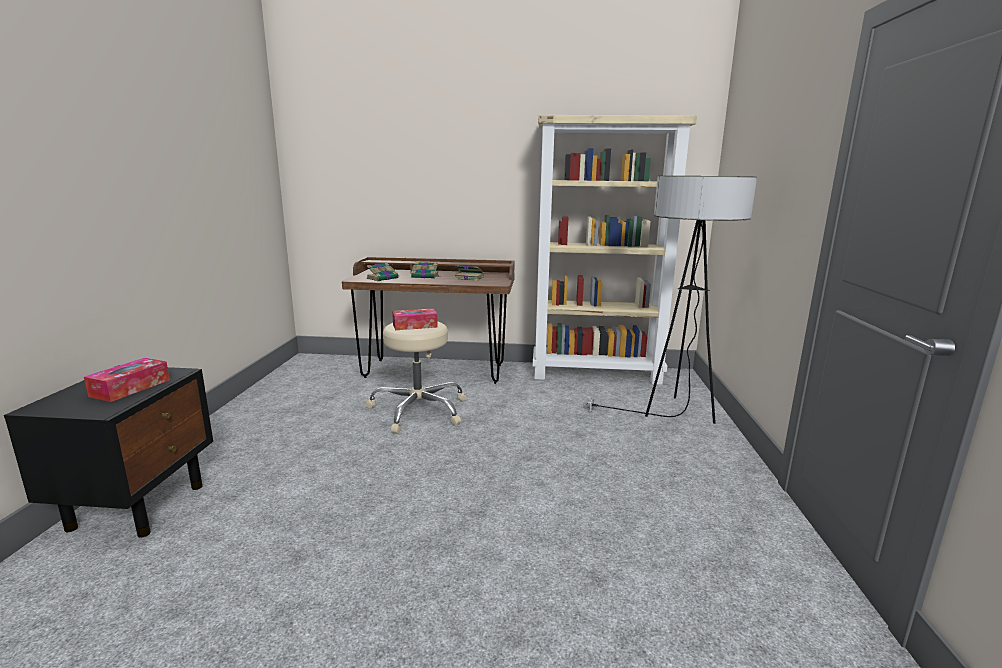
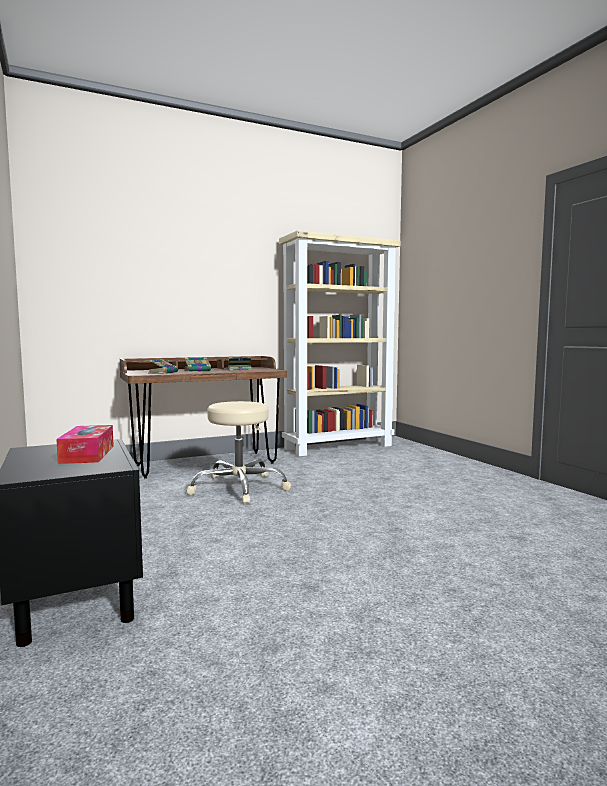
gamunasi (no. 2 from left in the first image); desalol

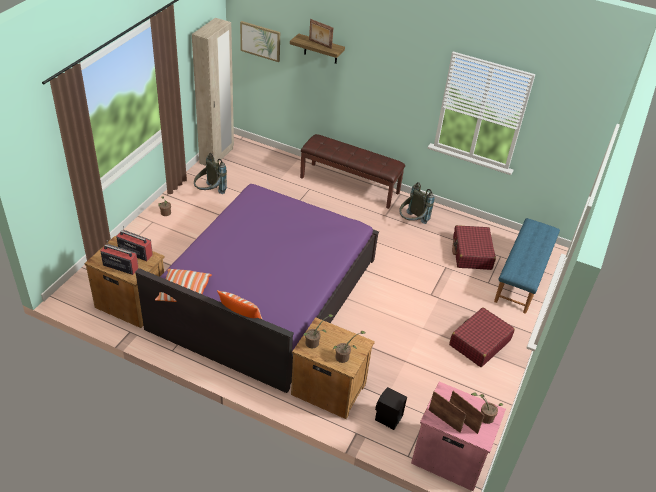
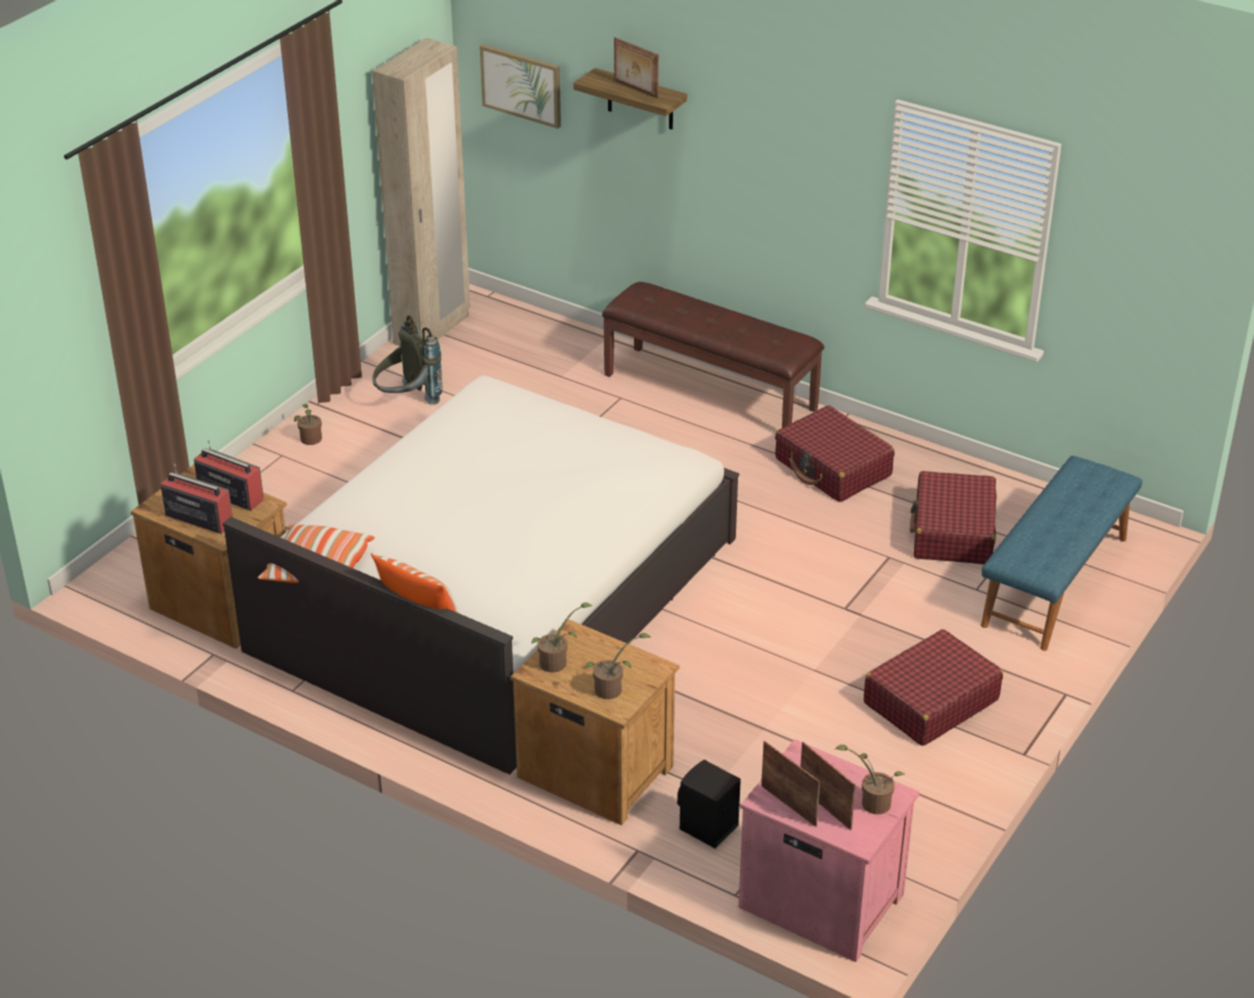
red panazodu (no. 1 from left); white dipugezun

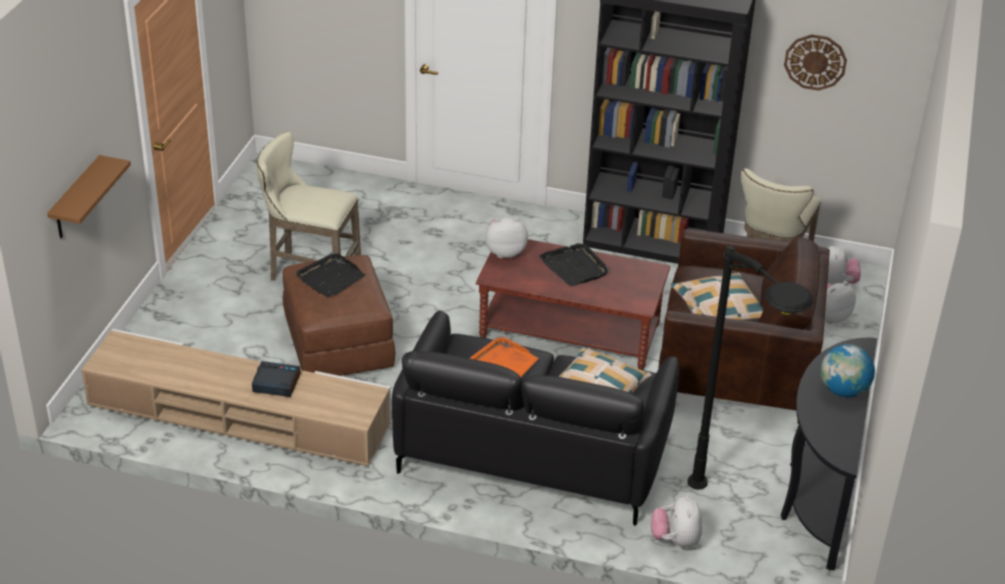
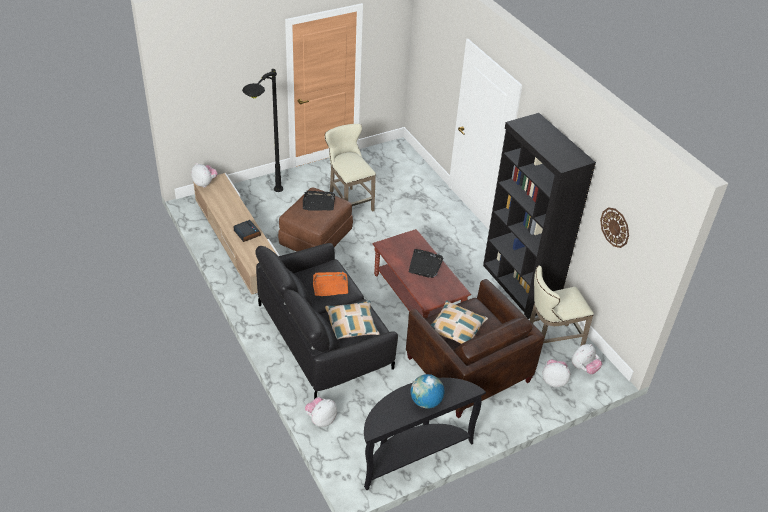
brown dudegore; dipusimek (no. 1 from left); black desalol

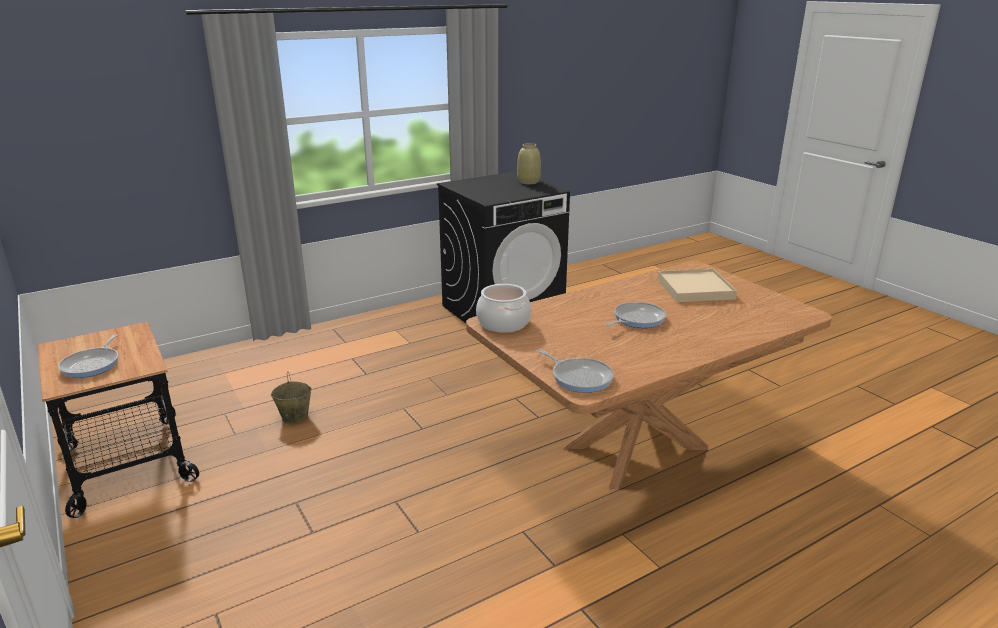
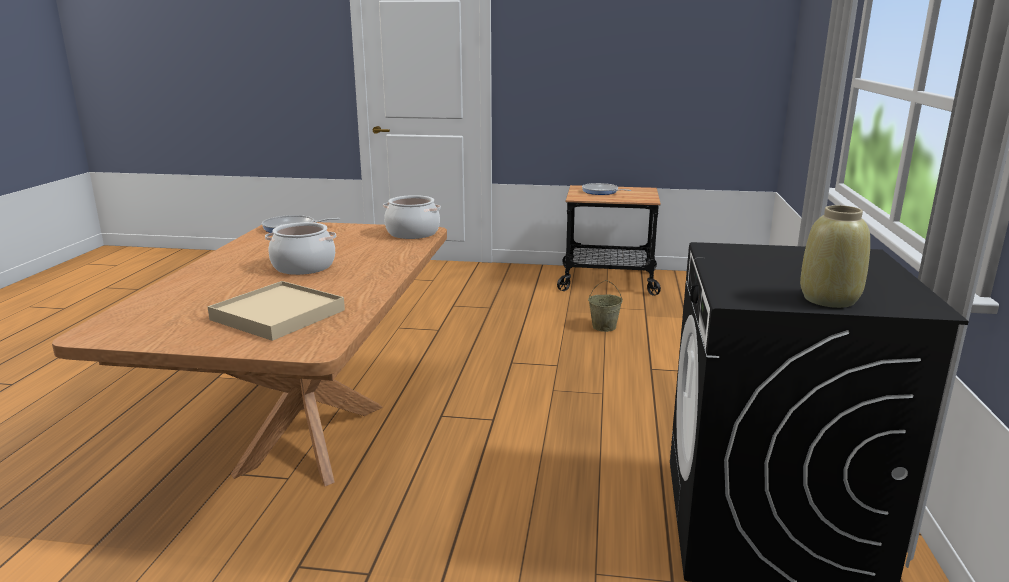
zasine (no. 1 from left)

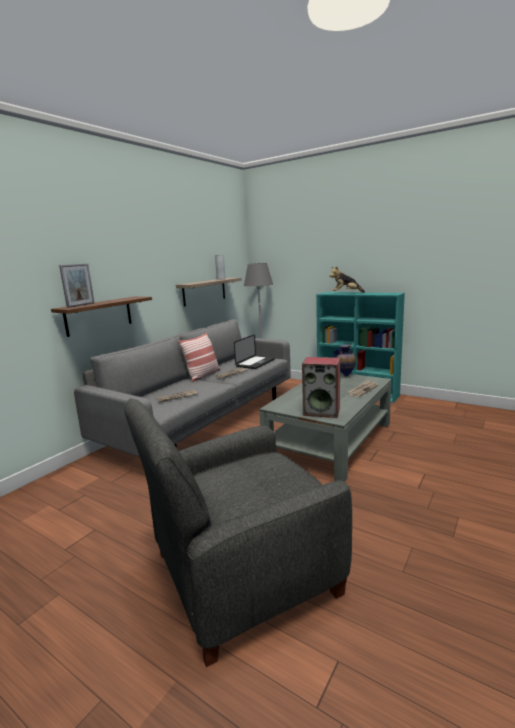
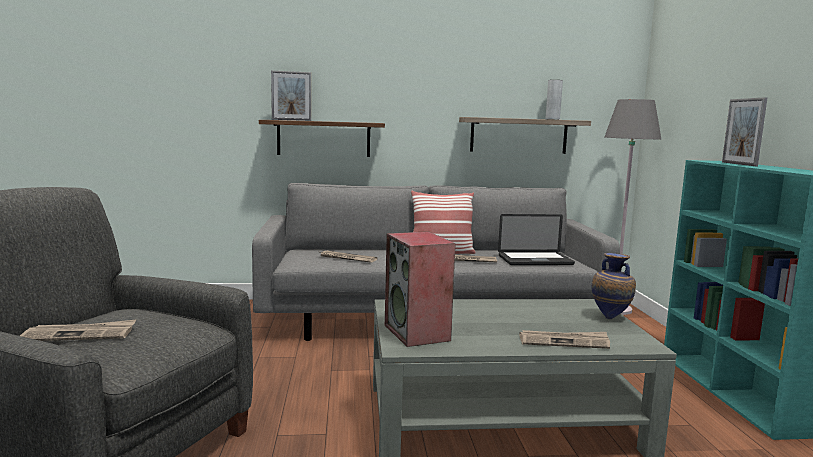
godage (no. 1 from left); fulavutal (no. 2 from left)

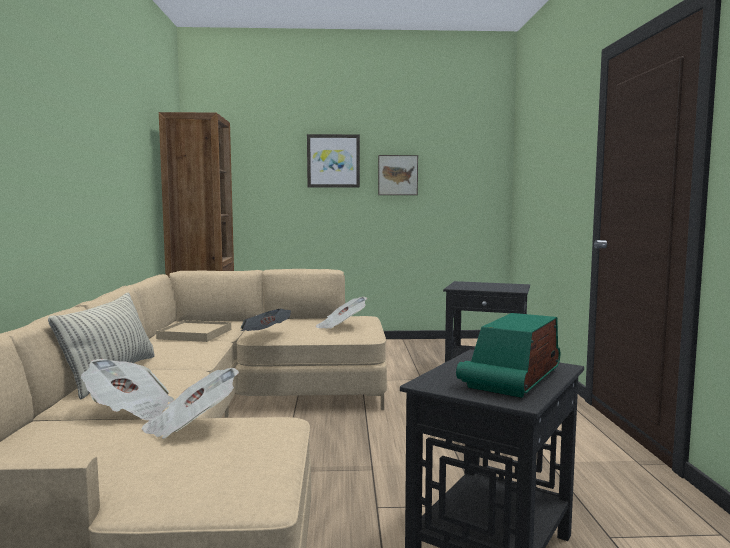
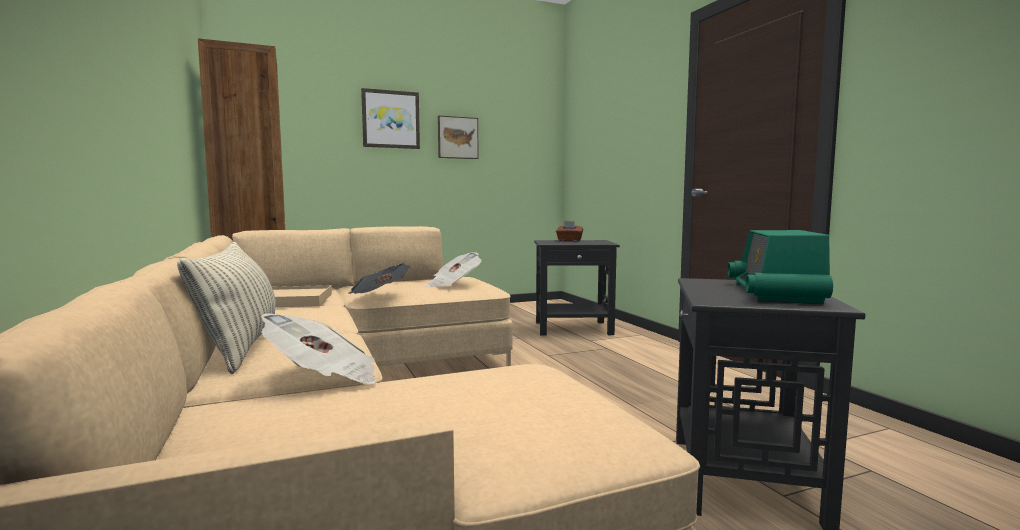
godage (no. 2 from left in the first image); brown gamunasi

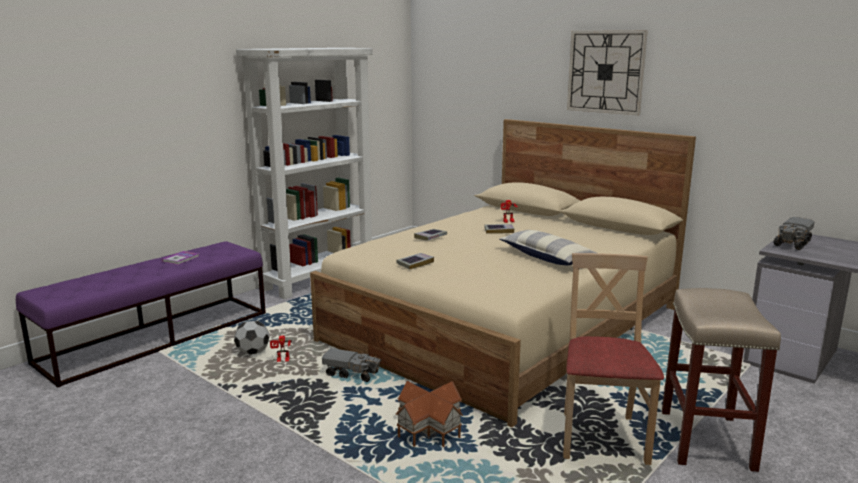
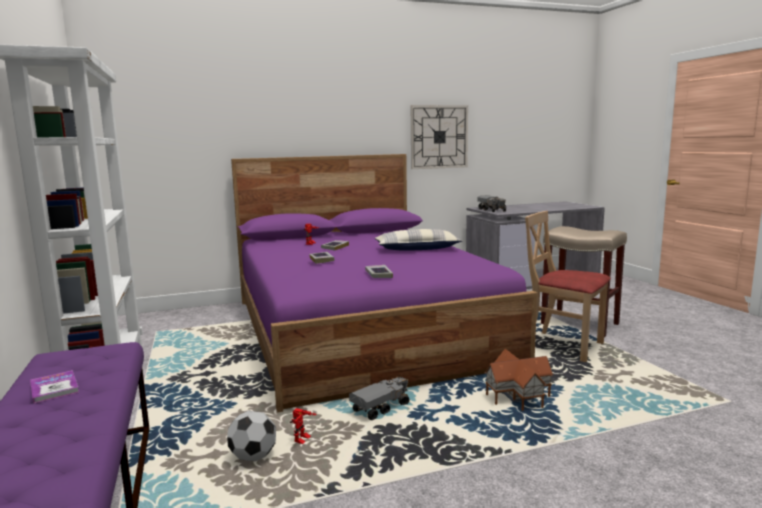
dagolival; purple dipugezun

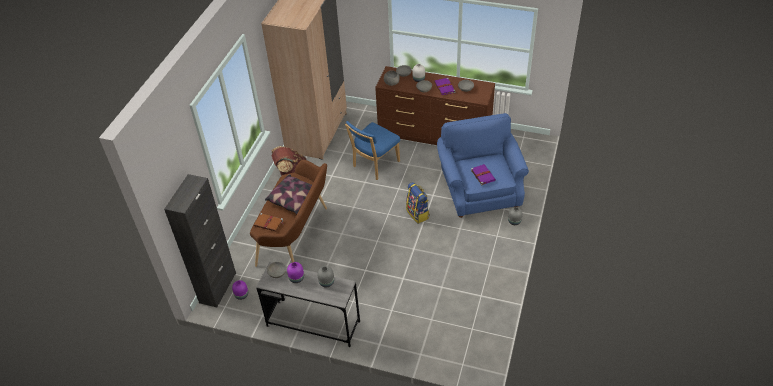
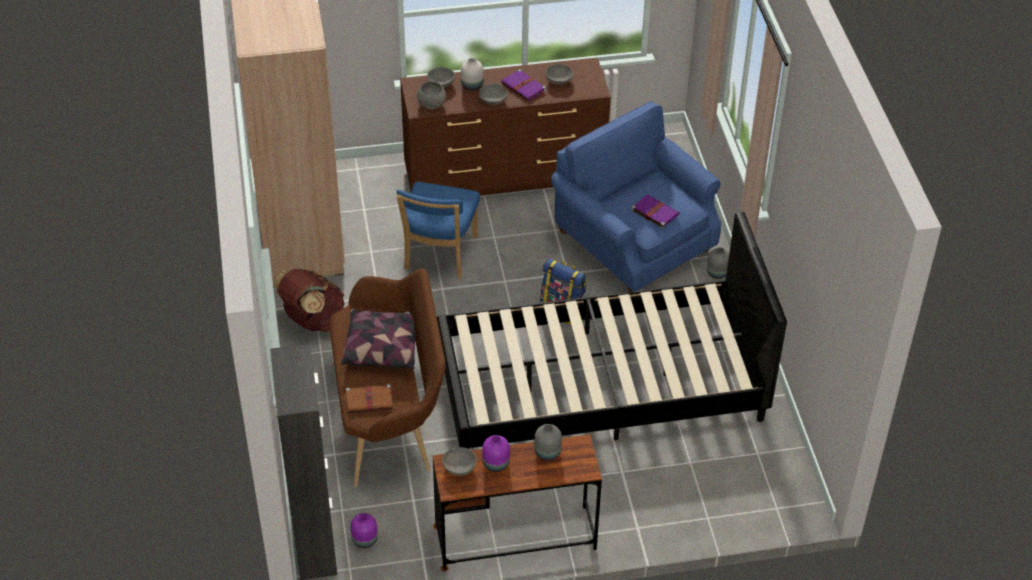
black dipugezun; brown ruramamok

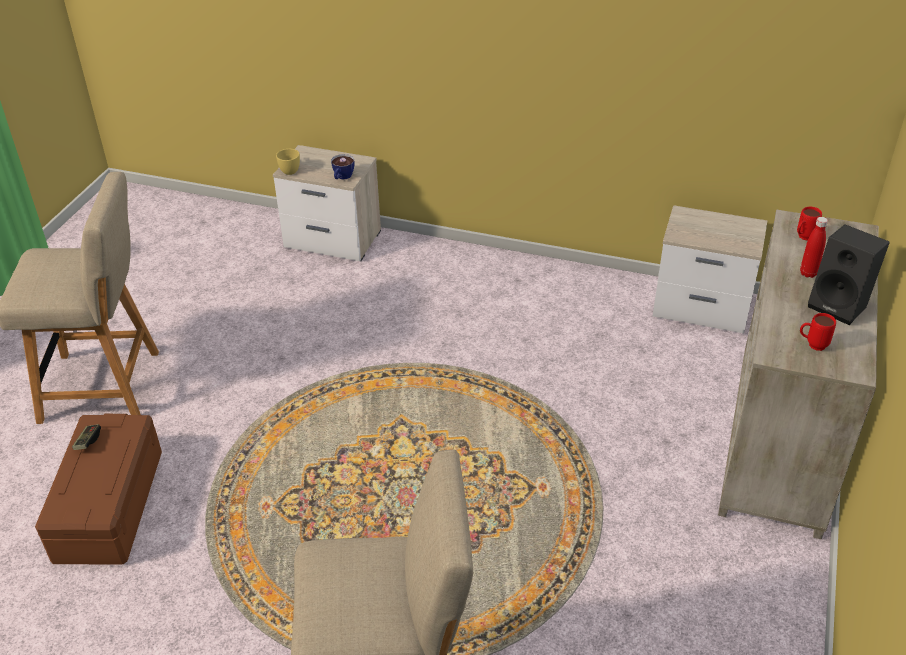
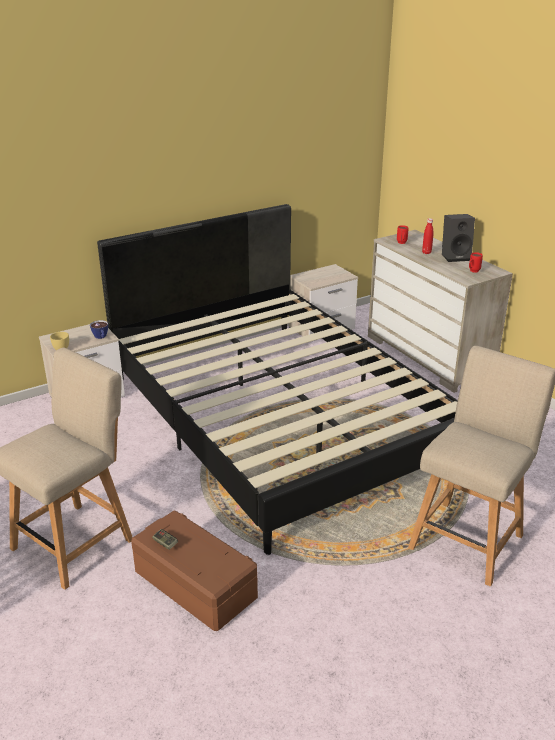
black dipugezun

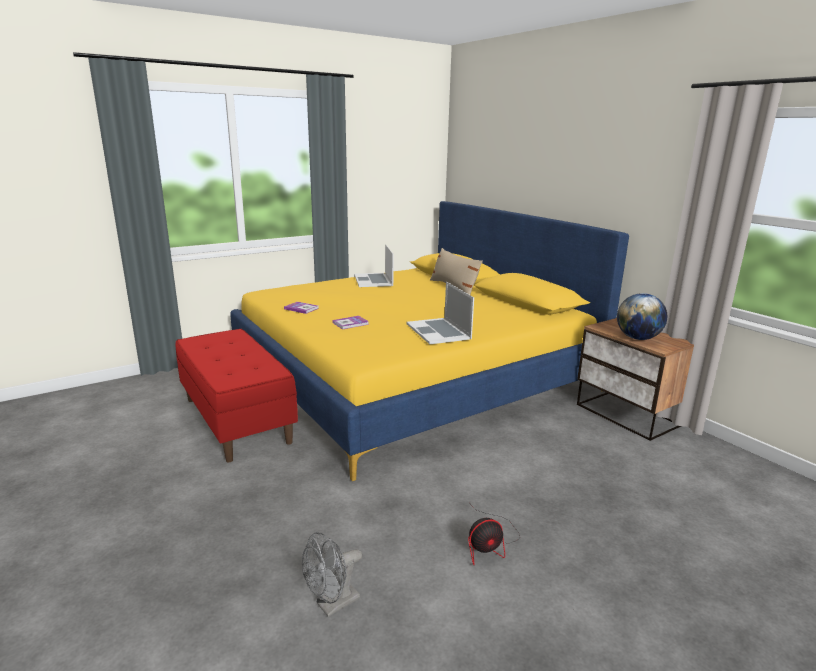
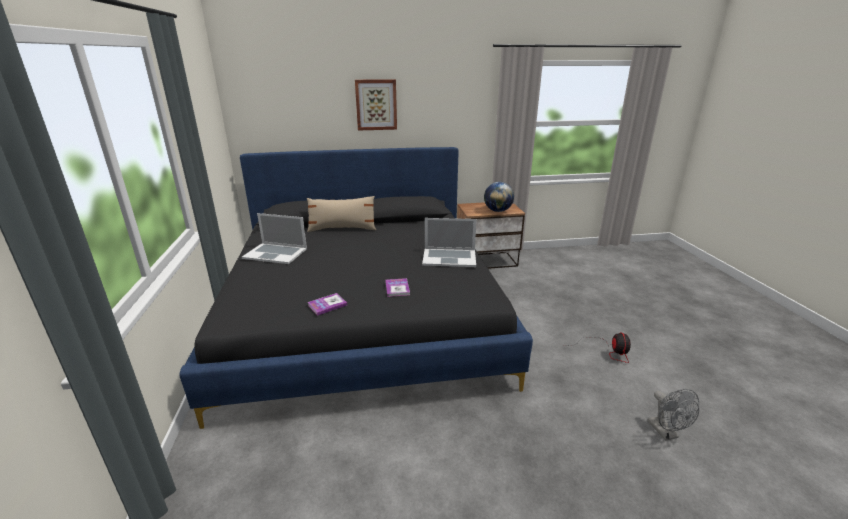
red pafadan; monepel; black dipugezun

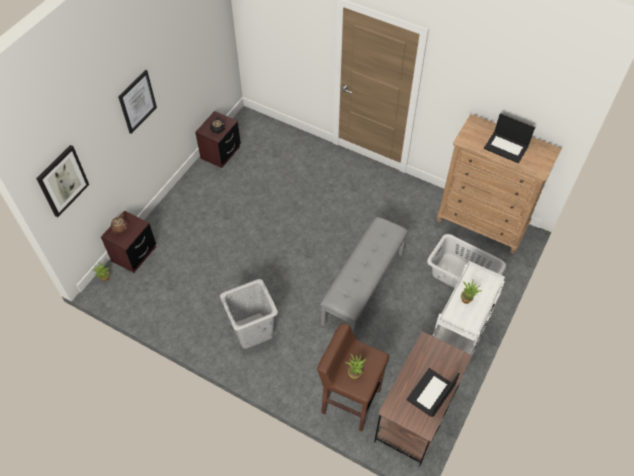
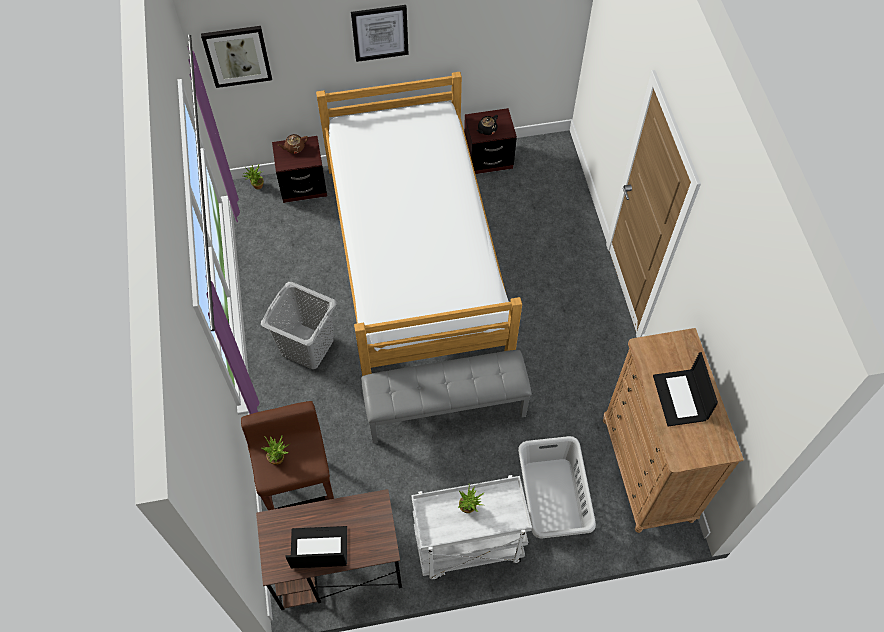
dipugezun

